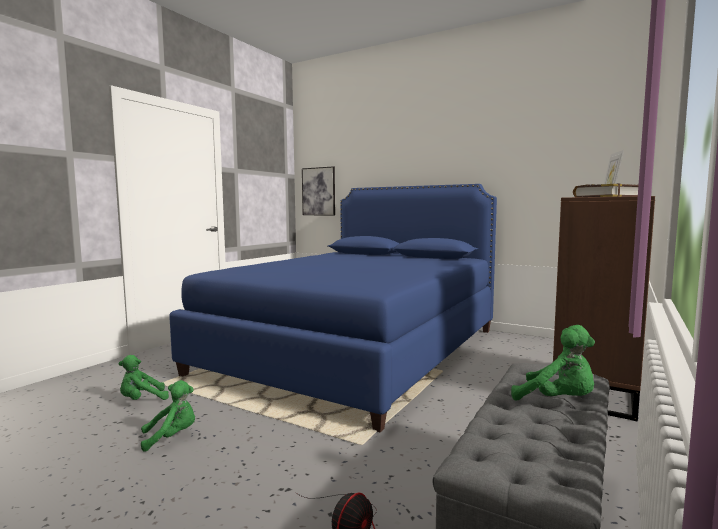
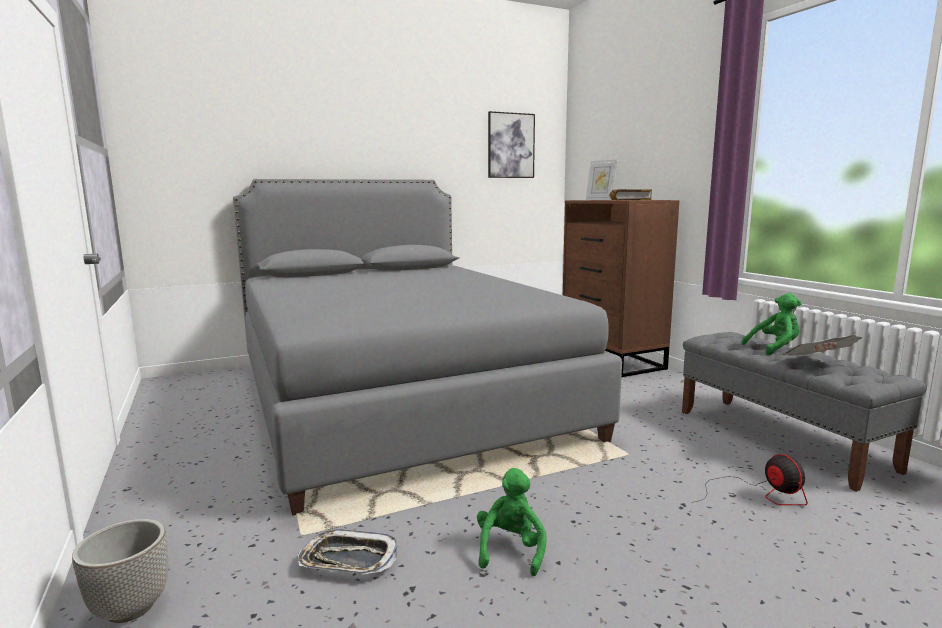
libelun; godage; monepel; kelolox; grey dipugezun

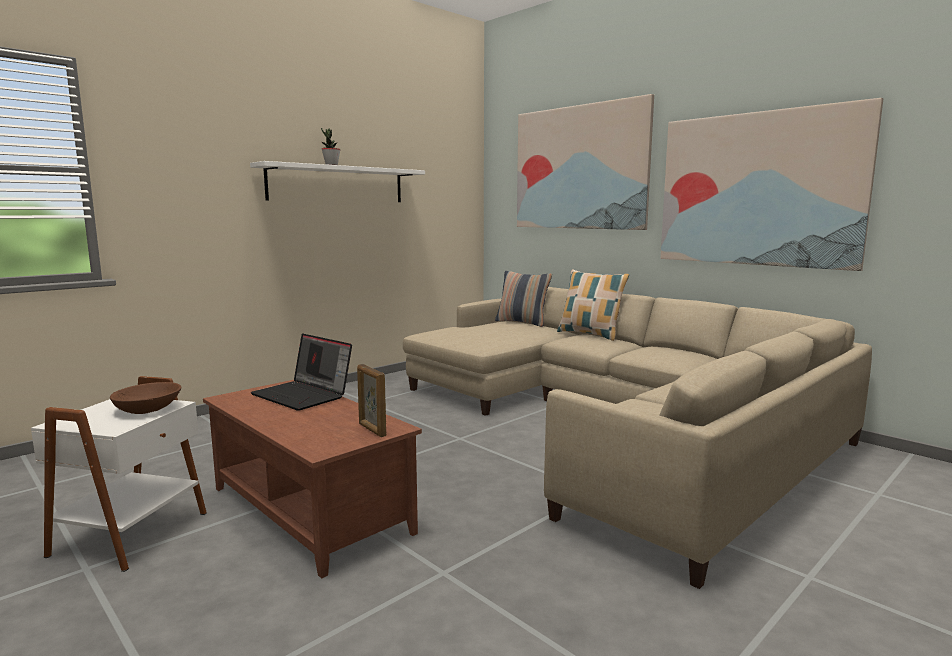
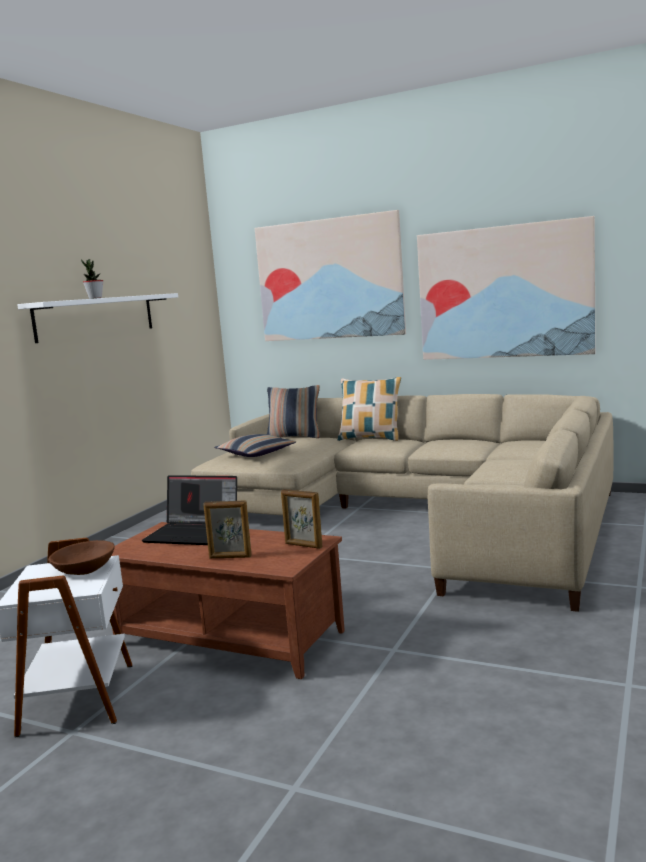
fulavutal (no. 1 from left); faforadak (no. 1 from left)

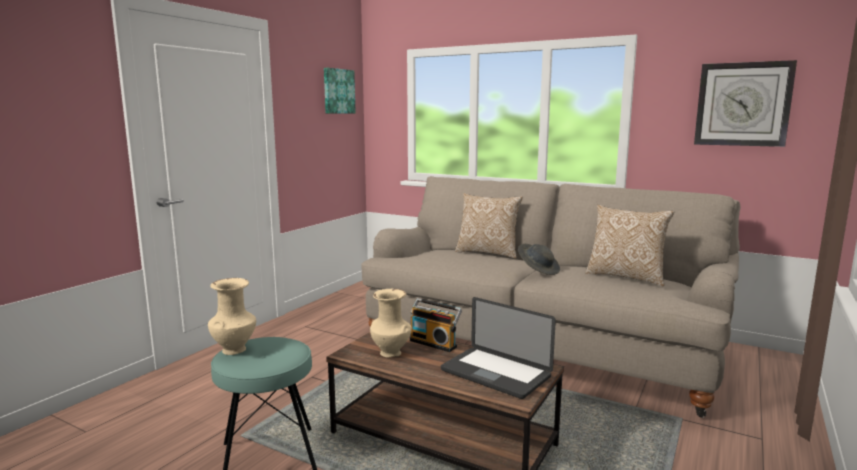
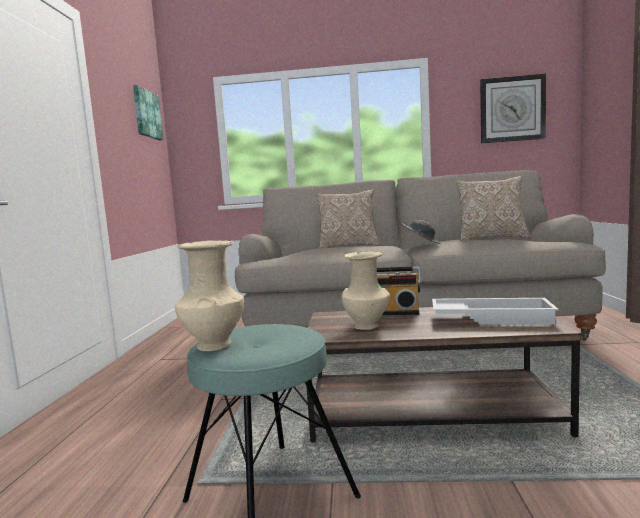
white kelolox

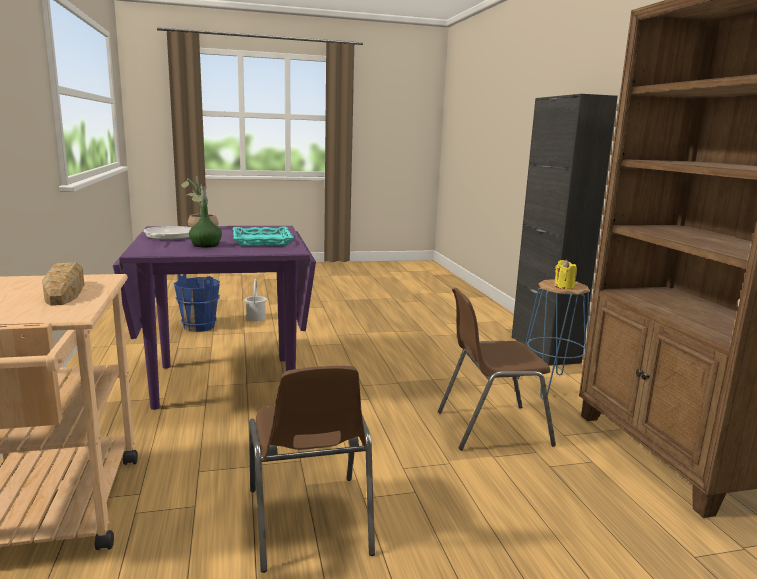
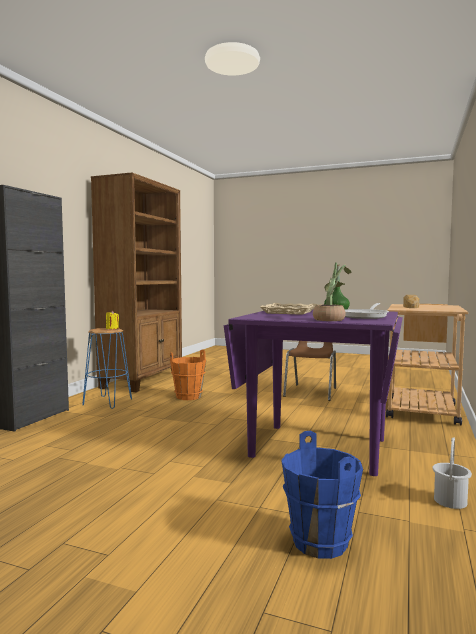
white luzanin; orange luzanin; beige kelolox

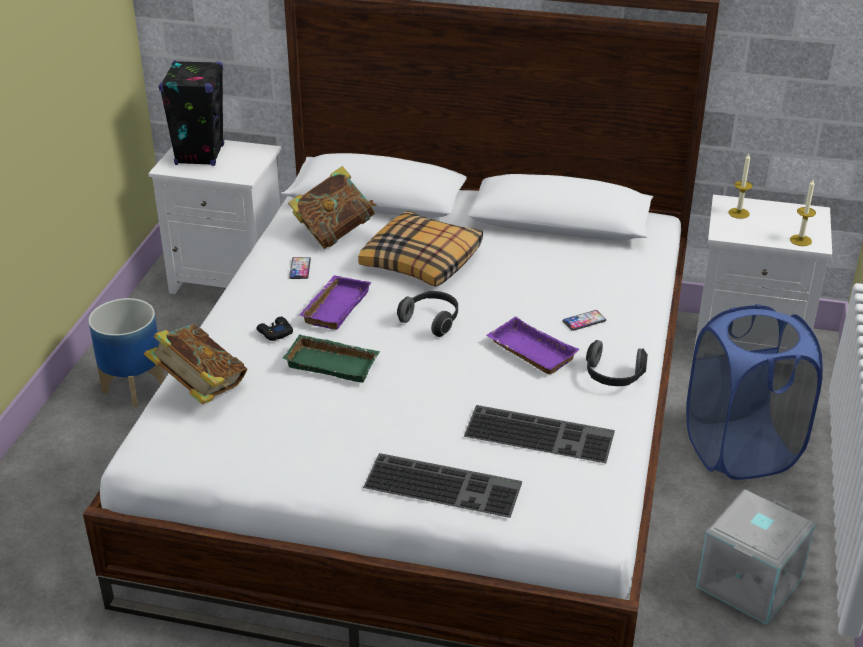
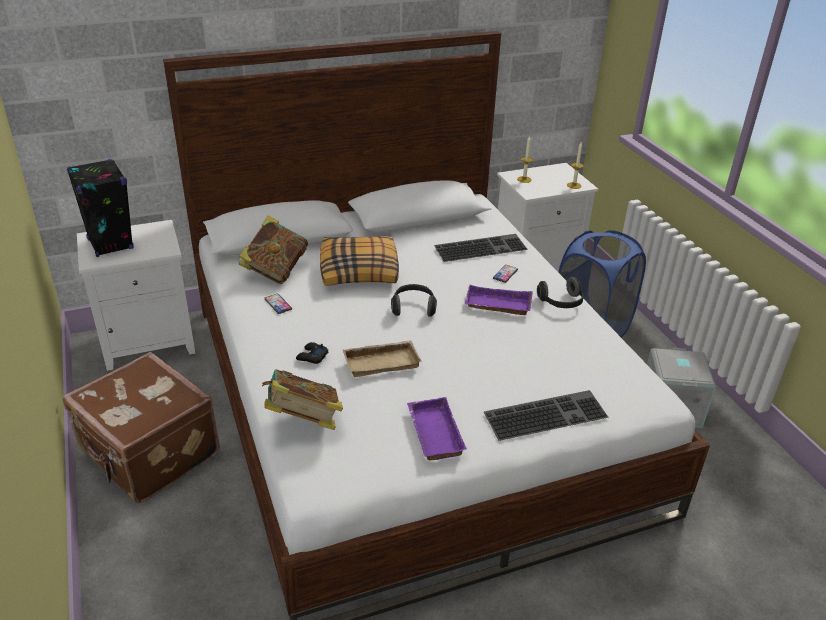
purple kelolox (no. 1 from left); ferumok (no. 1 from left); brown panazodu; beige kelolox

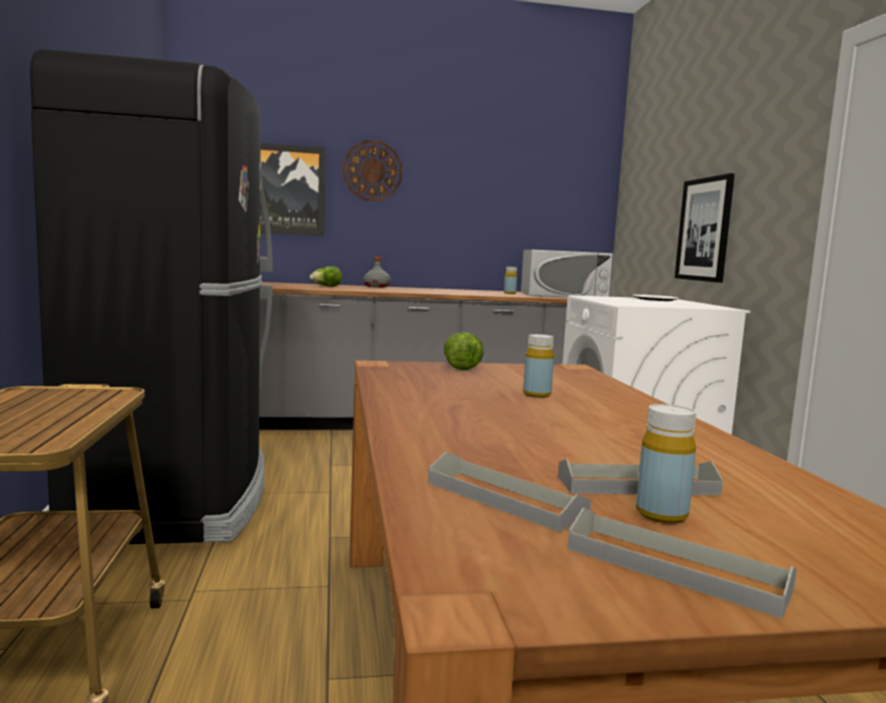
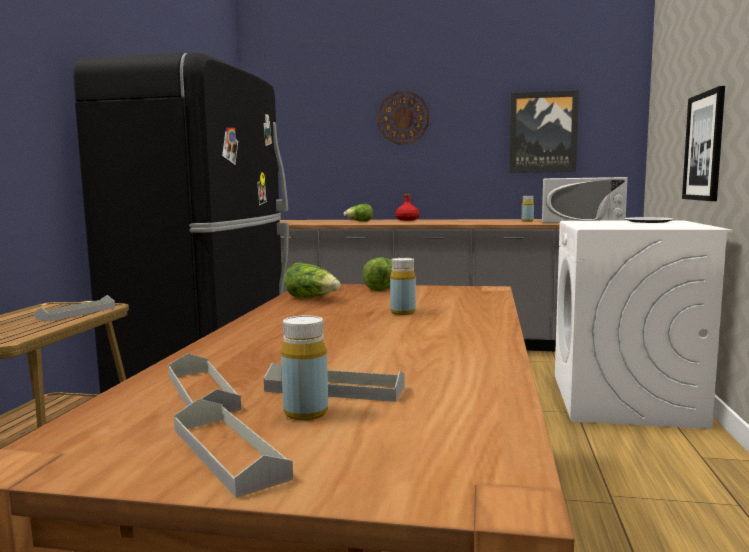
grey kelolox (no. 1 from left); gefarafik (no. 1 from left); monepel (no. 1 from left); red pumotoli

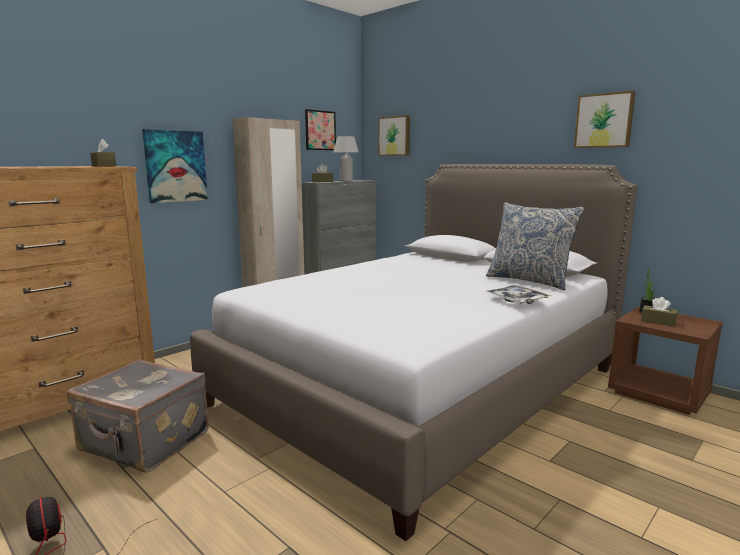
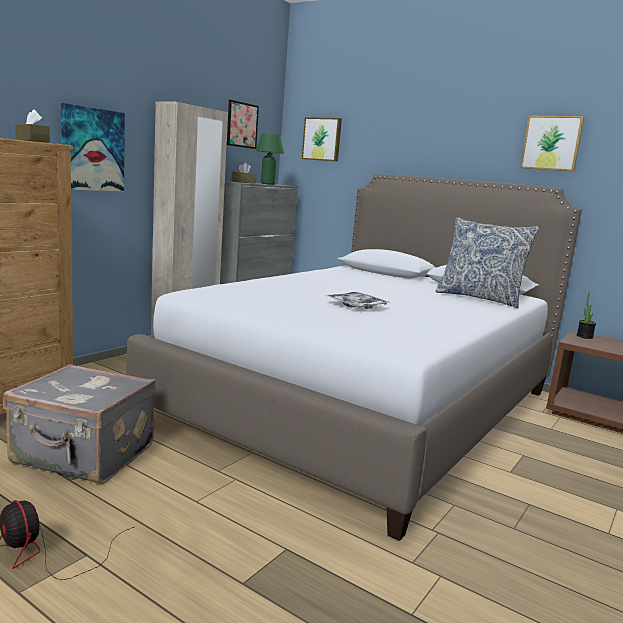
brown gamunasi (no. 3 from left in the first image); kelolox; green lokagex

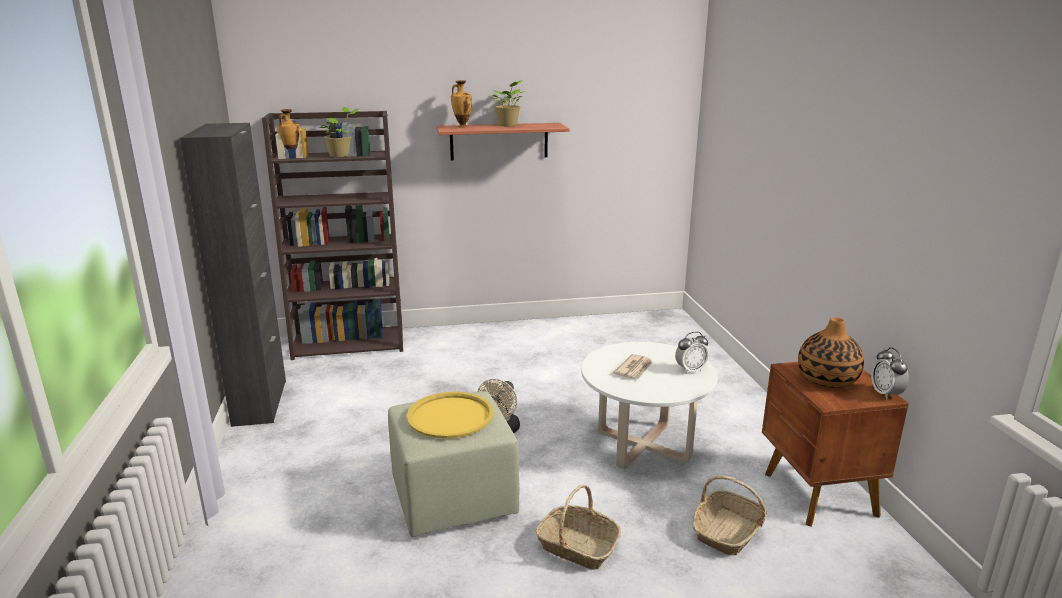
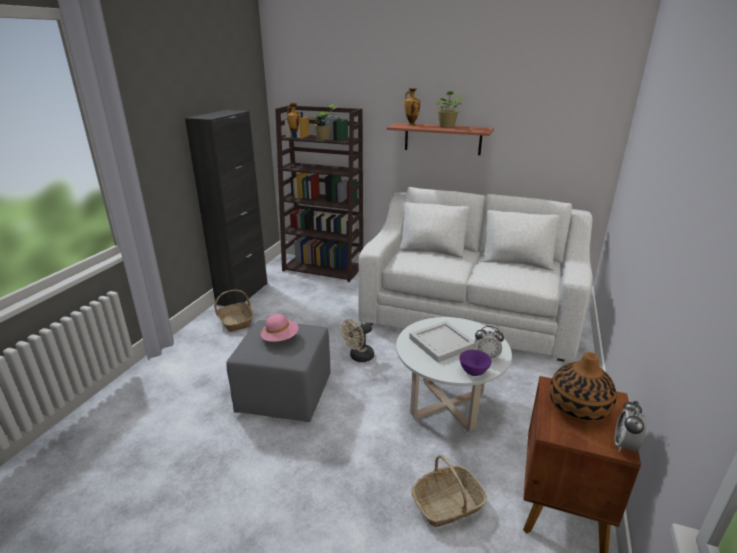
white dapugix; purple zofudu; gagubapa (no. 1 from left); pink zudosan; white kelolox; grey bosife

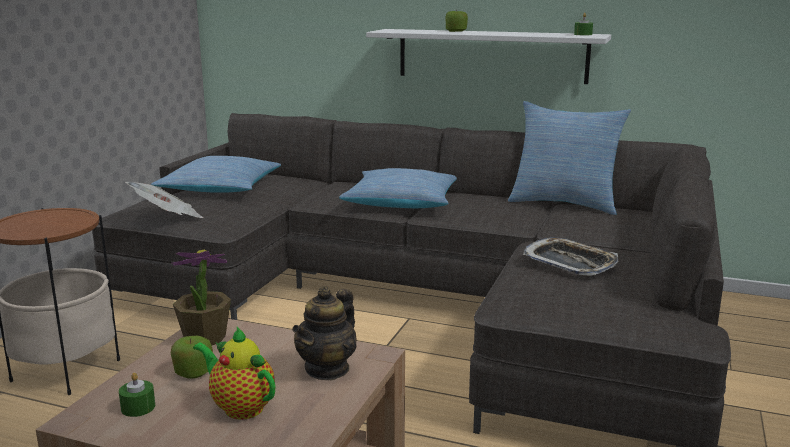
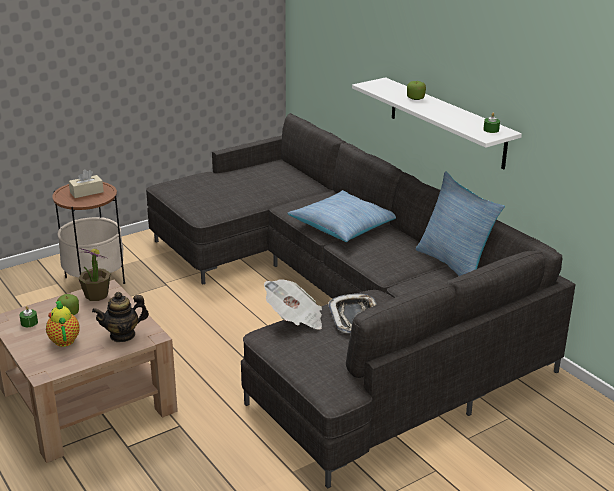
faforadak (no. 1 from left in the first image); beige gamunasi; godage

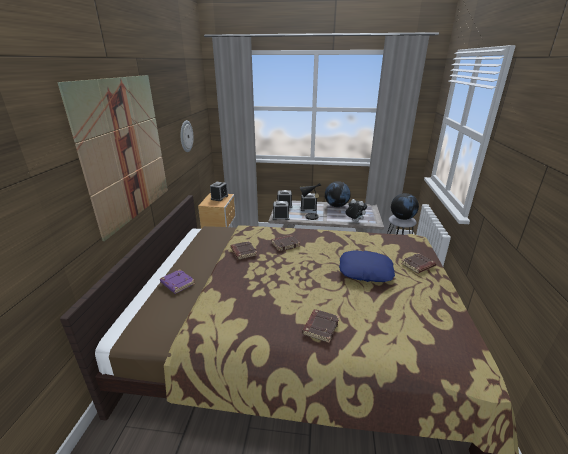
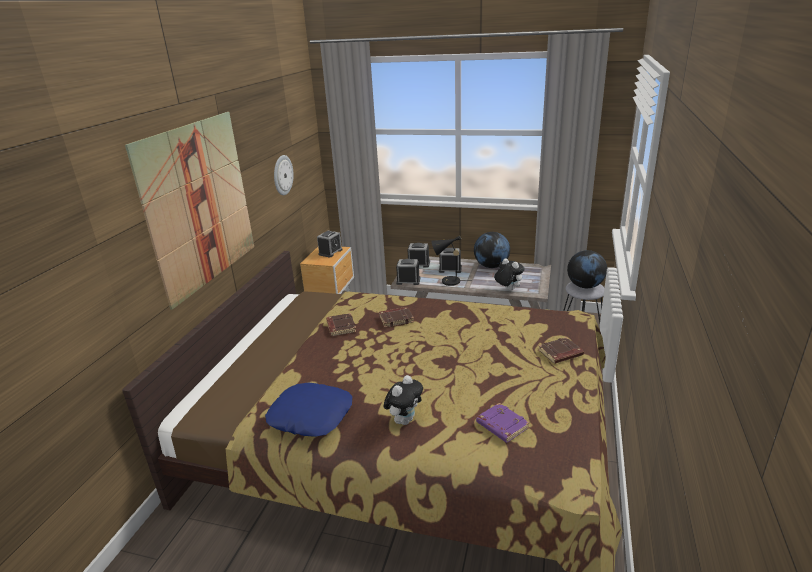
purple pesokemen; blue faforadak; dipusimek (no. 1 from left)

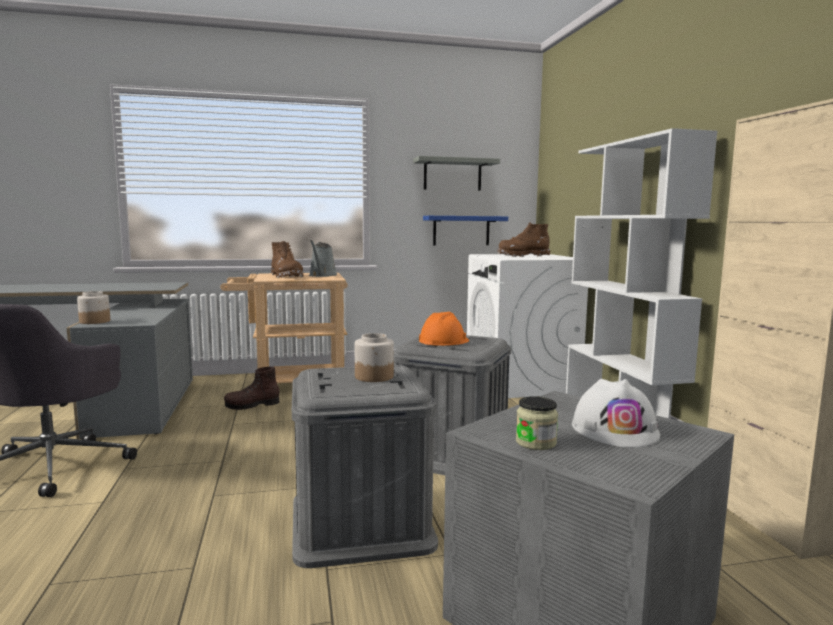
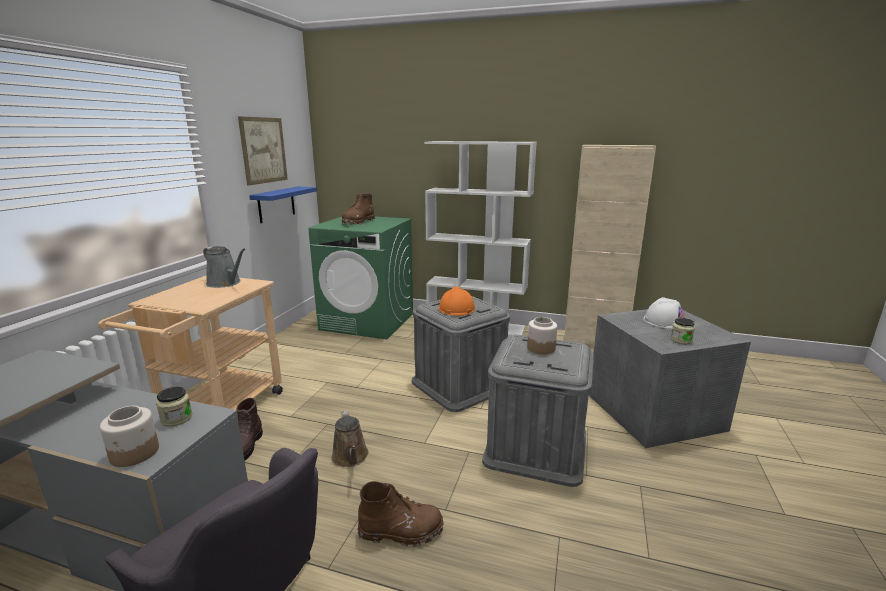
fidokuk (no. 2 from left); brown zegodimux; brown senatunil (no. 3 from left); monepel; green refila

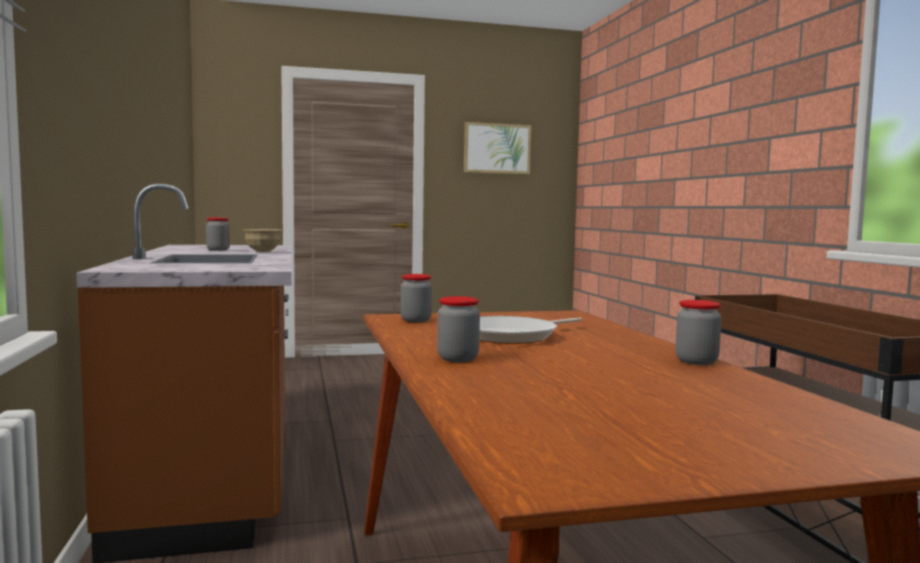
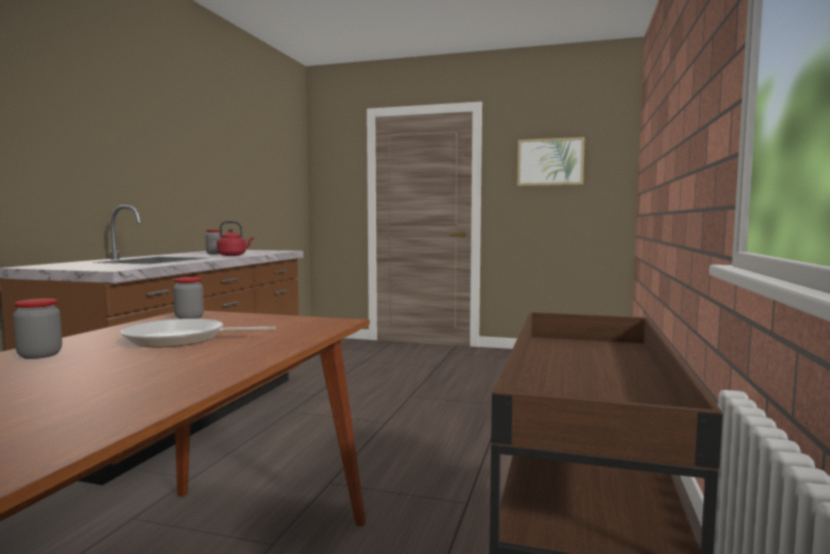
fidokuk (no. 4 from left in the first image); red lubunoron

